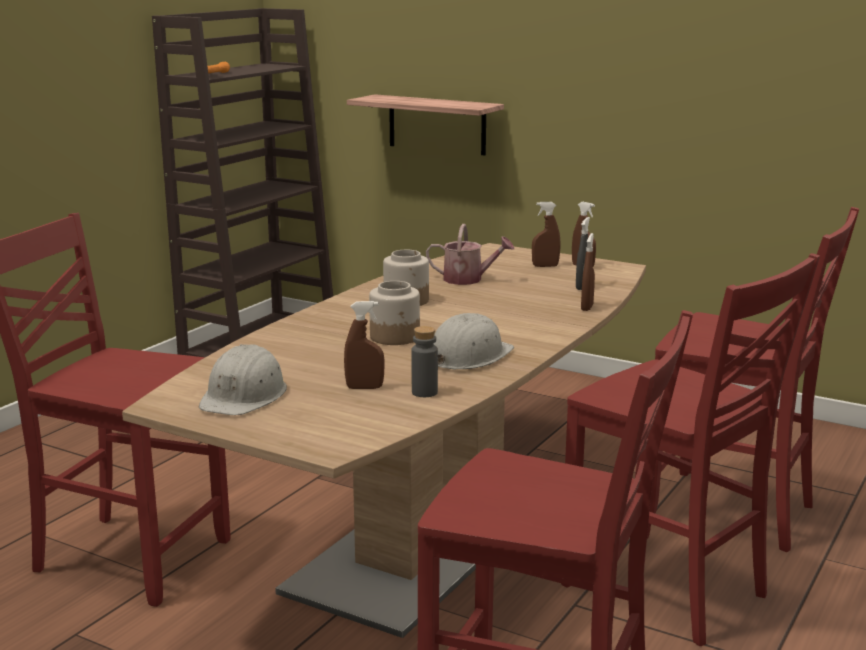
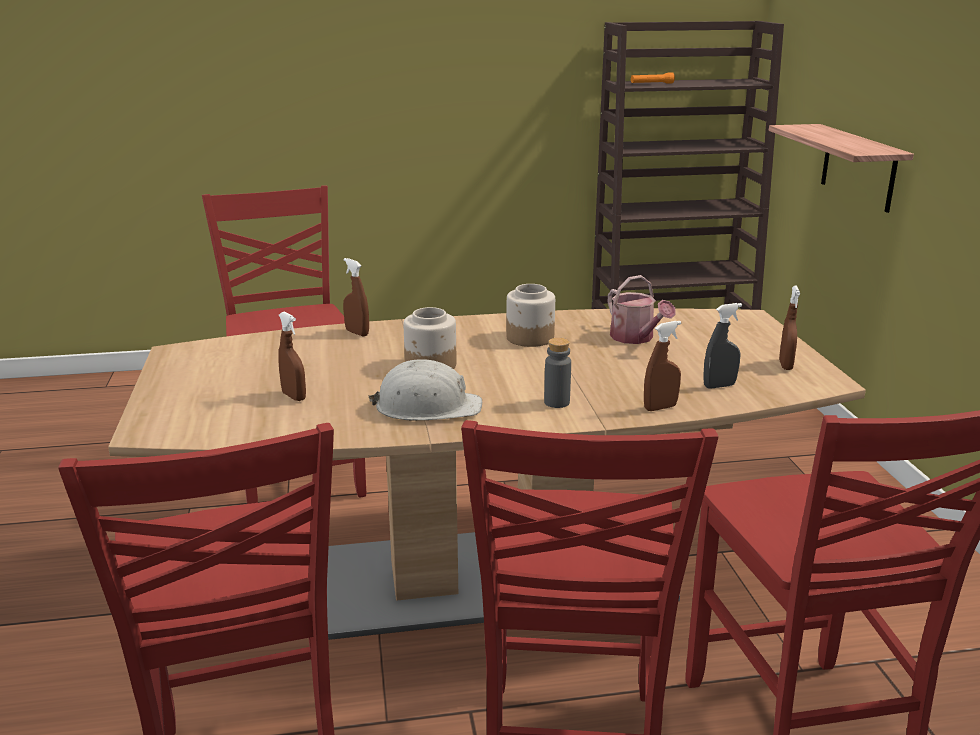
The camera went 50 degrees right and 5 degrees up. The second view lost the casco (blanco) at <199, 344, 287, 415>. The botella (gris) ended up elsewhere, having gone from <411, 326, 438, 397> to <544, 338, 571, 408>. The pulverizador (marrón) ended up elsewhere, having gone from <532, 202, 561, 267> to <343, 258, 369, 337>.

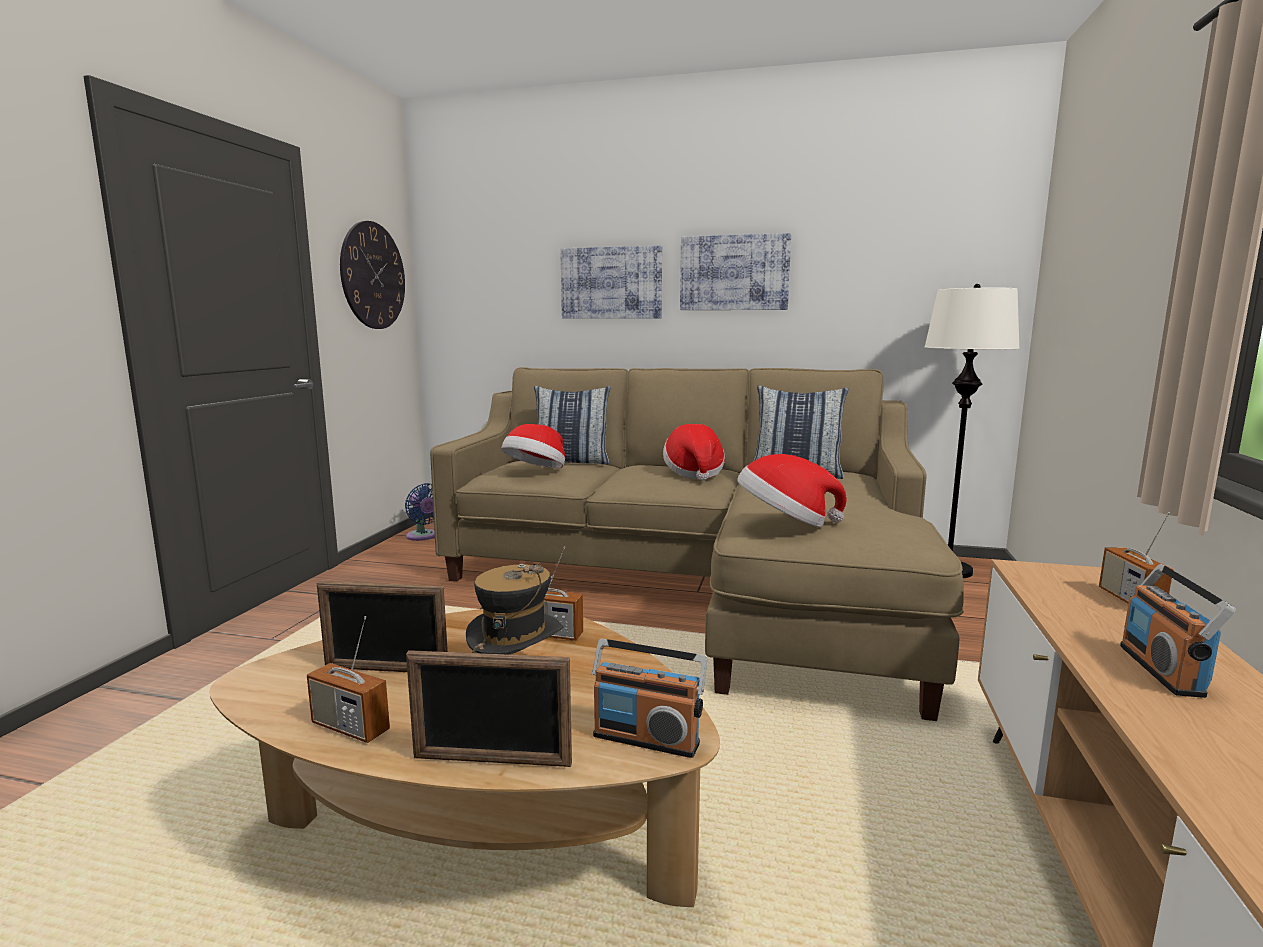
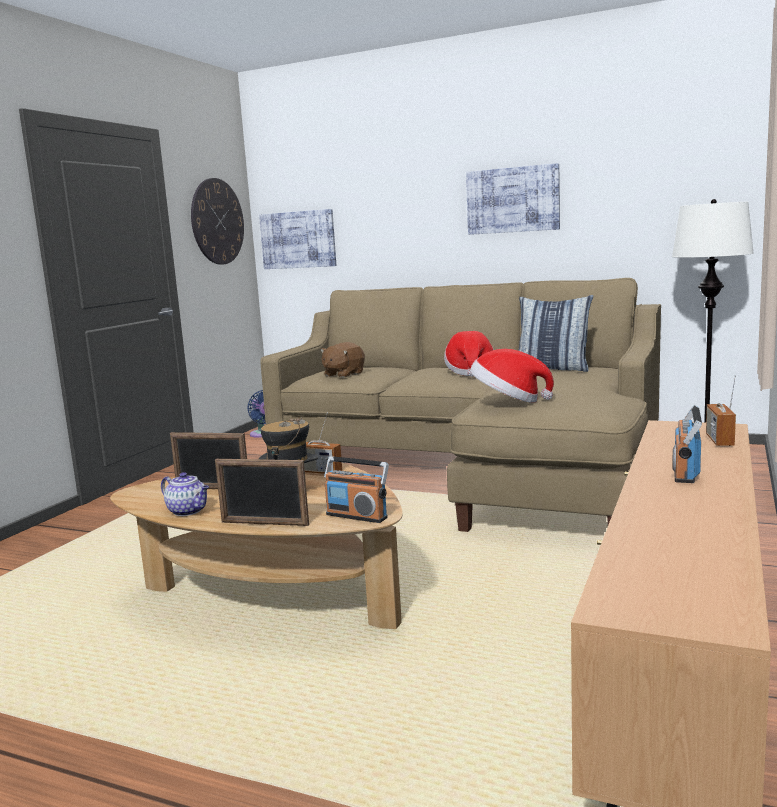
The camera went 10 degrees right and 0 degrees up. The second view lost the cojín at <534, 386, 611, 465>. The cuadro ended up elsewhere, having gone from <560, 246, 662, 319> to <259, 209, 336, 269>. Where the radio stood at <307, 616, 390, 743>, the tetera came to stand at <161, 472, 209, 516>. Where the sombrero stood at <501, 424, 565, 468>, the peluche (marrón) came to stand at <320, 342, 365, 378>.

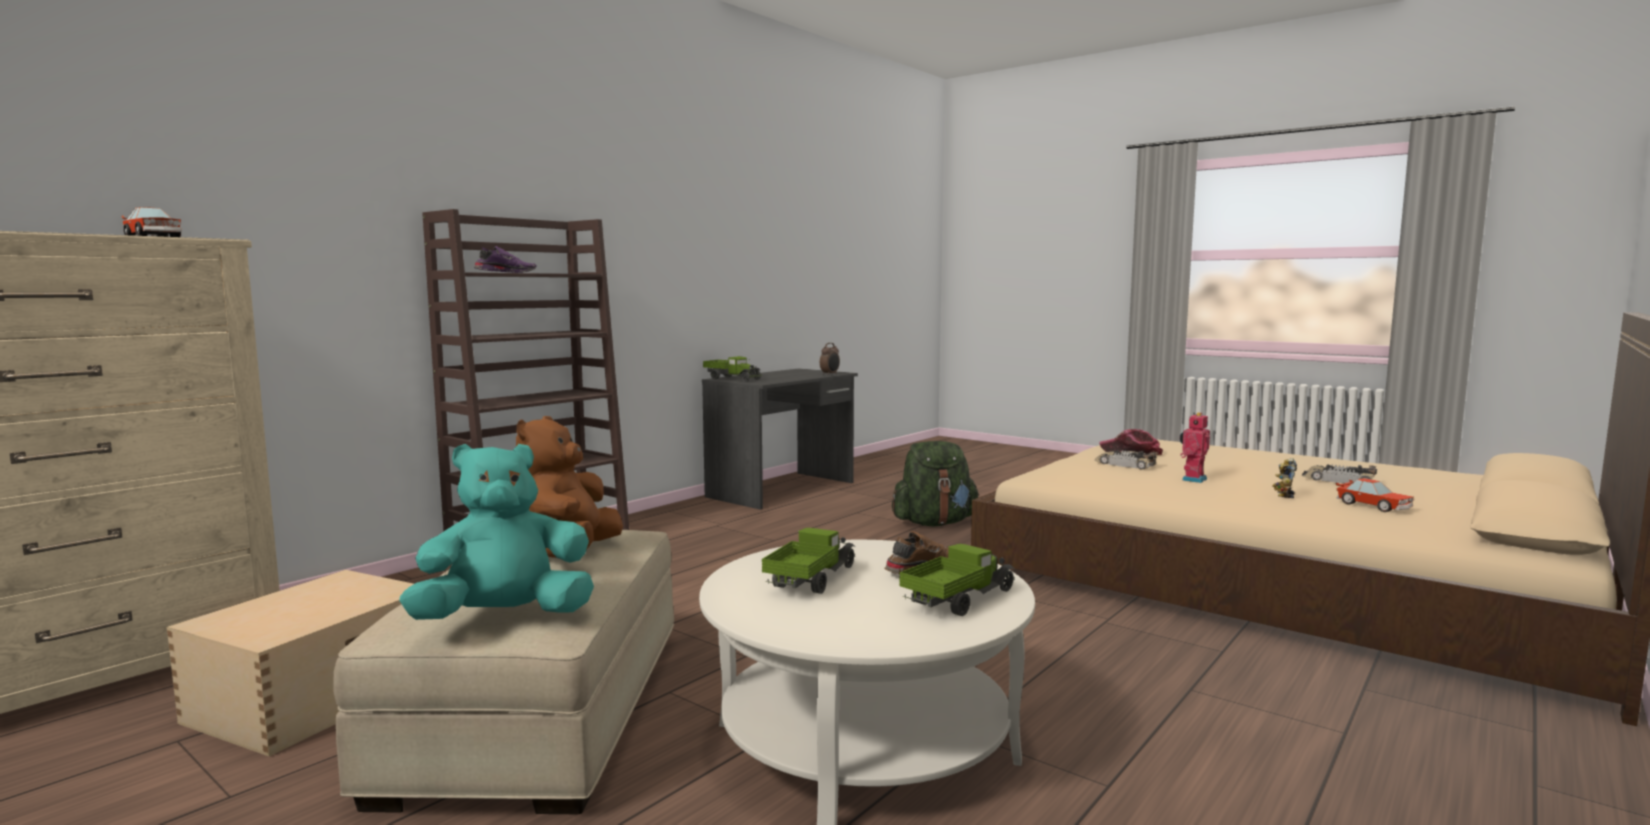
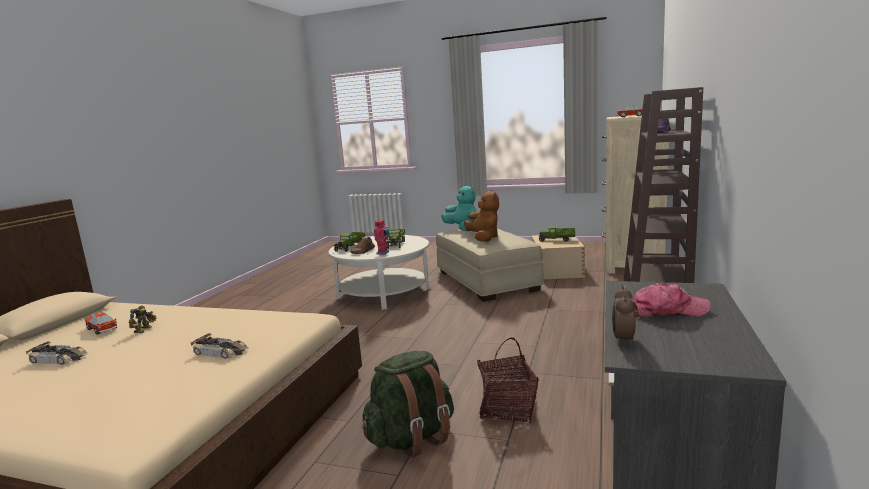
The camera went 160 degrees right and 5 degrees up. The second view gained the cesta at <477, 337, 539, 424>. The camión de juguete ended up elsewhere, having gone from <703, 356, 761, 381> to <539, 226, 575, 242>. The gorra ended up elsewhere, having gone from <1099, 429, 1163, 455> to <632, 283, 711, 317>. The robot de juguete ended up elsewhere, having gone from <1180, 413, 1210, 483> to <374, 219, 390, 255>. The peluche (turquesa) at <400, 444, 594, 620> ended up facing another way, 75 degrees counterclockwise from before.

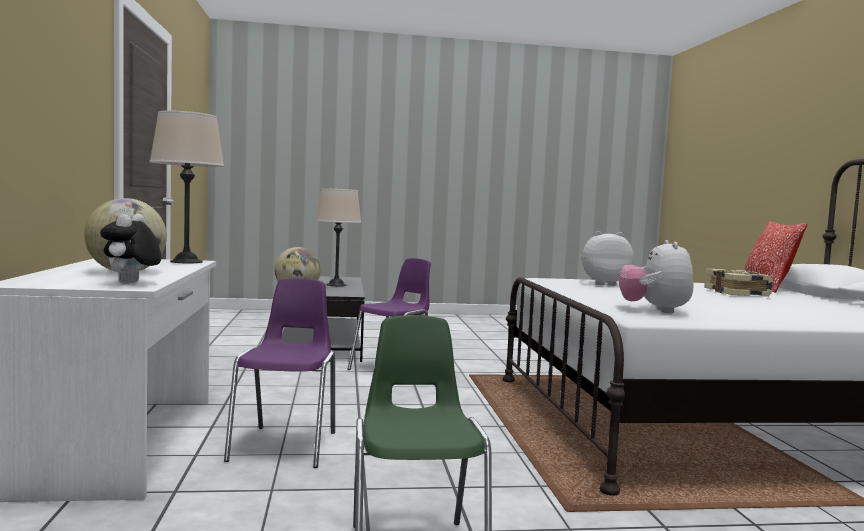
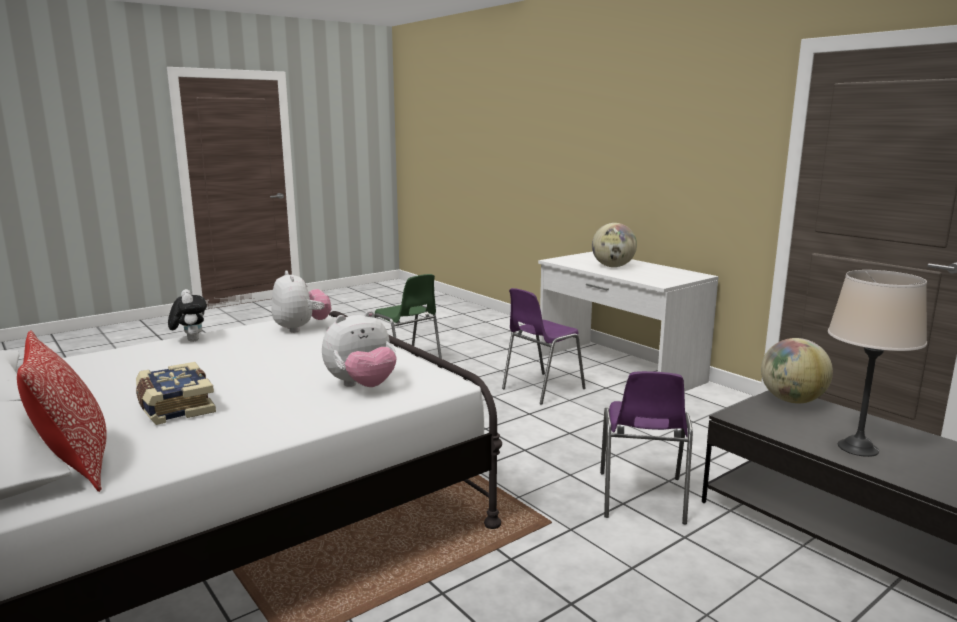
The camera went 150 degrees right and 10 degrees up. The second view lost the lámpara de mesa (beis) at <150, 110, 224, 263>. The peluche ended up elsewhere, having gone from <100, 214, 162, 284> to <168, 289, 207, 342>. The silla (morado) at <224, 278, 335, 468> ended up facing another way, 75 degrees clockwise from before.

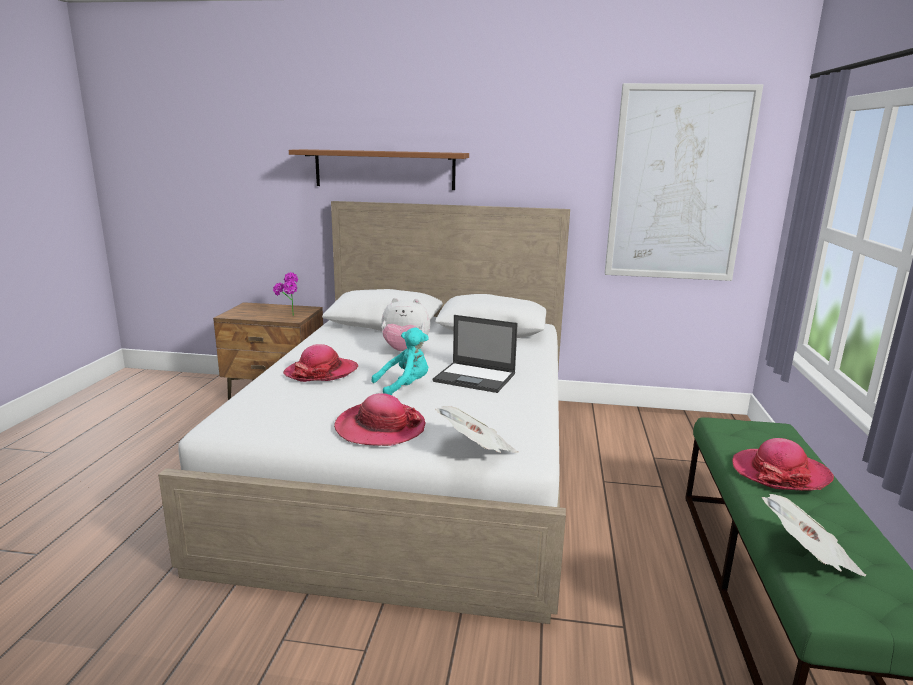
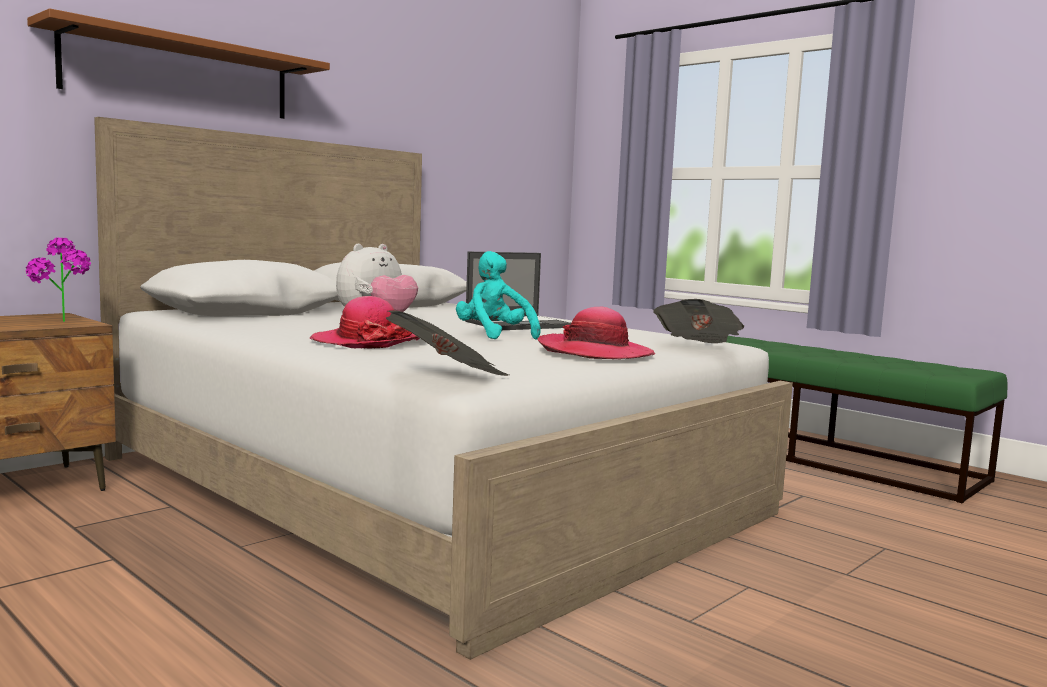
The camera went 55 degrees left and 10 degrees down. The second view lost the cuadro at <605, 83, 763, 281>. The second view lost the sombrero at <732, 438, 834, 491>. The periódico ended up elsewhere, having gone from <762, 494, 866, 576> to <386, 310, 509, 376>. The peluche (turquesa) at <371, 327, 429, 395> ended up facing another way, 45 degrees counterclockwise from before.

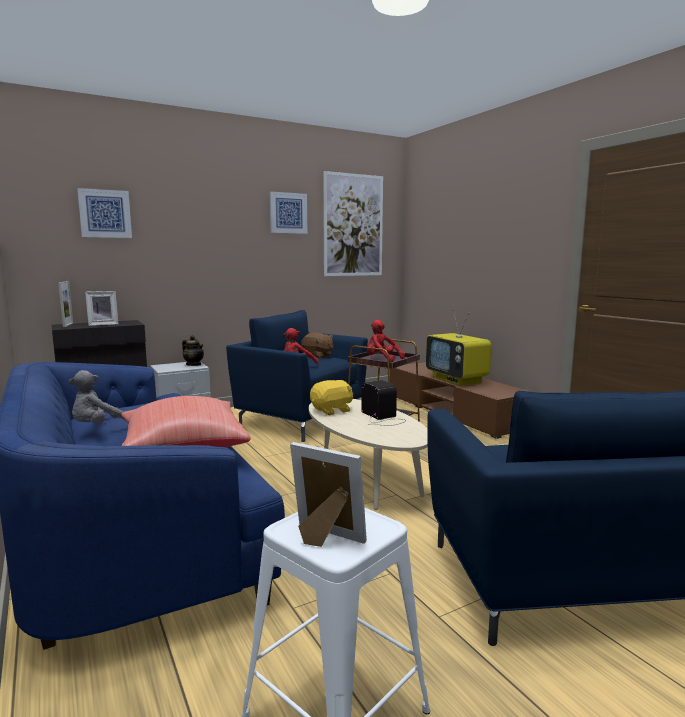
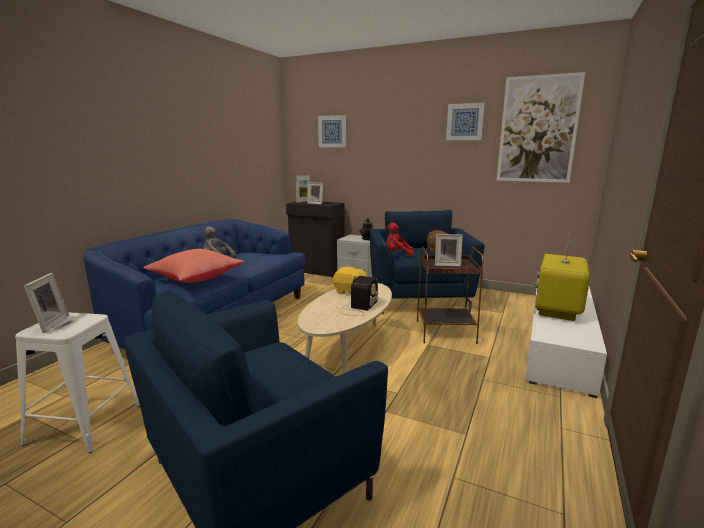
The camera went 55 degrees right and 5 degrees up. Where the peluche (rojo) stood at <367, 320, 405, 362>, the portarretratos came to stand at <435, 234, 463, 266>. What was the mueble de televisión (marrón) at <390, 362, 532, 439> turned into the mueble de televisión (blanco) at <525, 279, 607, 398>.

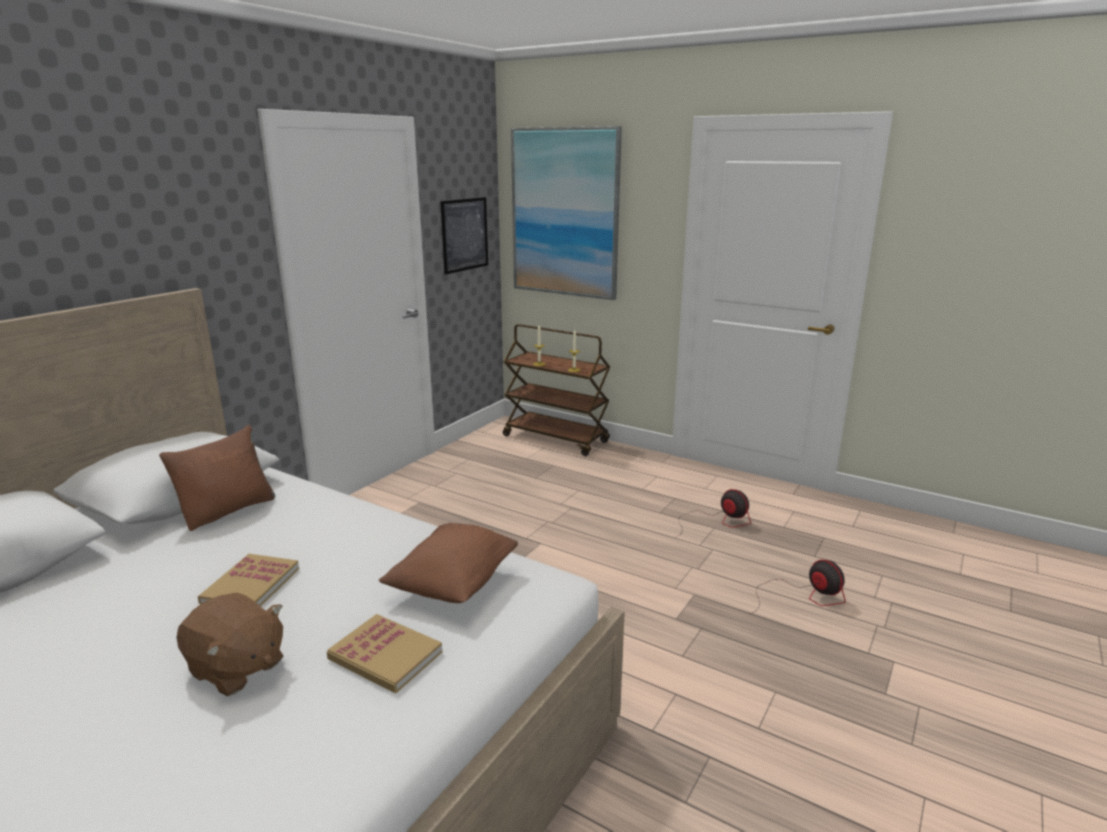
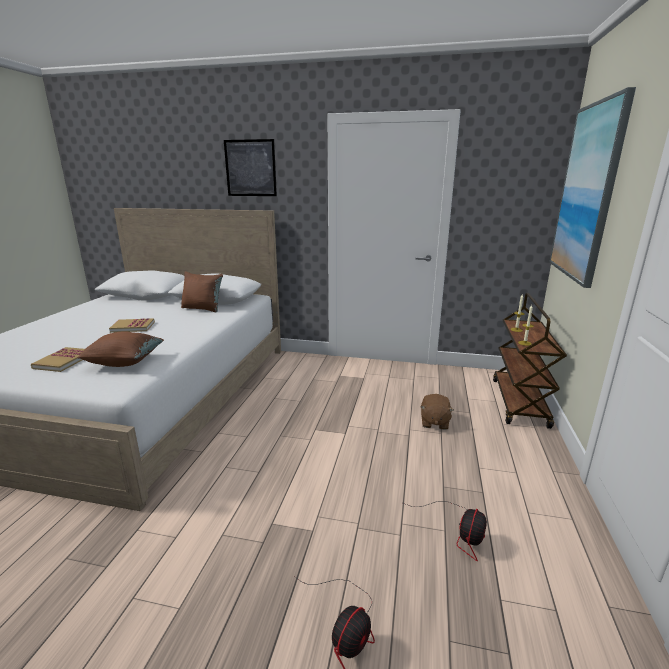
The camera went 70 degrees right and 0 degrees up. The peluche (marrón) ended up elsewhere, having gone from <177, 592, 283, 696> to <420, 394, 454, 430>. The cuadro ended up elsewhere, having gone from <440, 197, 488, 274> to <224, 139, 277, 196>.

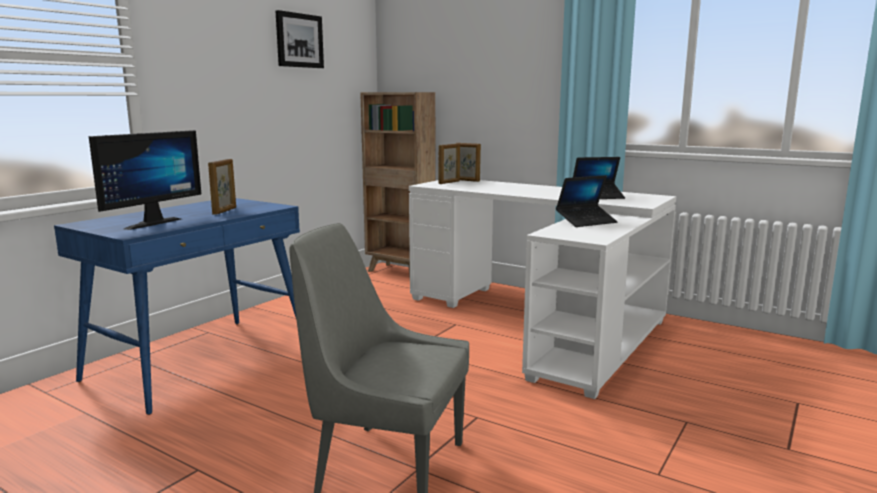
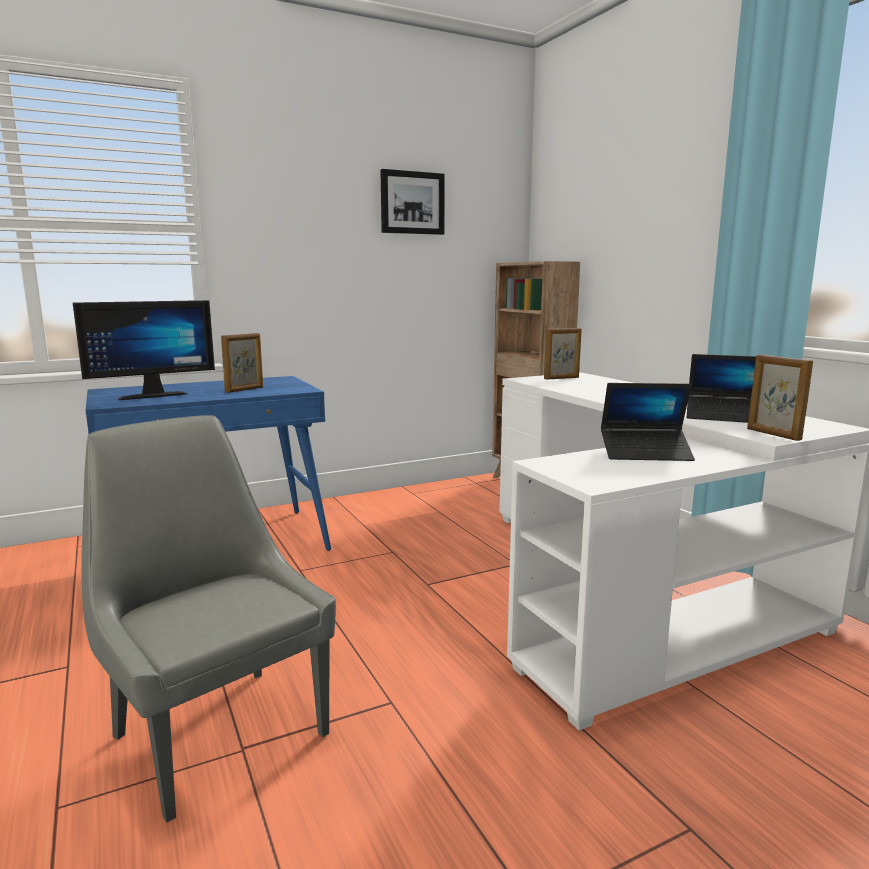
The camera went 30 degrees right and 0 degrees up. The portarretratos ended up elsewhere, having gone from <456, 143, 481, 182> to <747, 354, 813, 441>.

